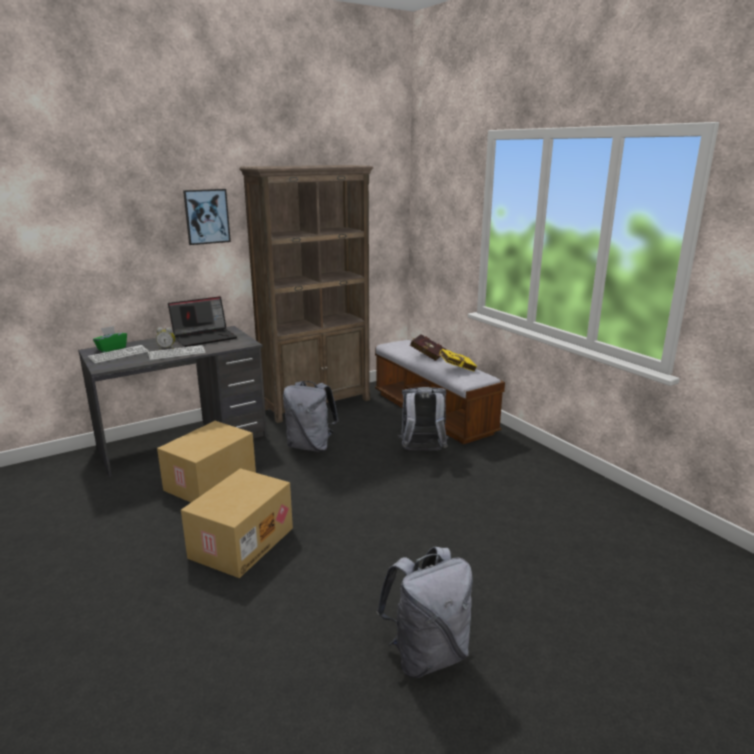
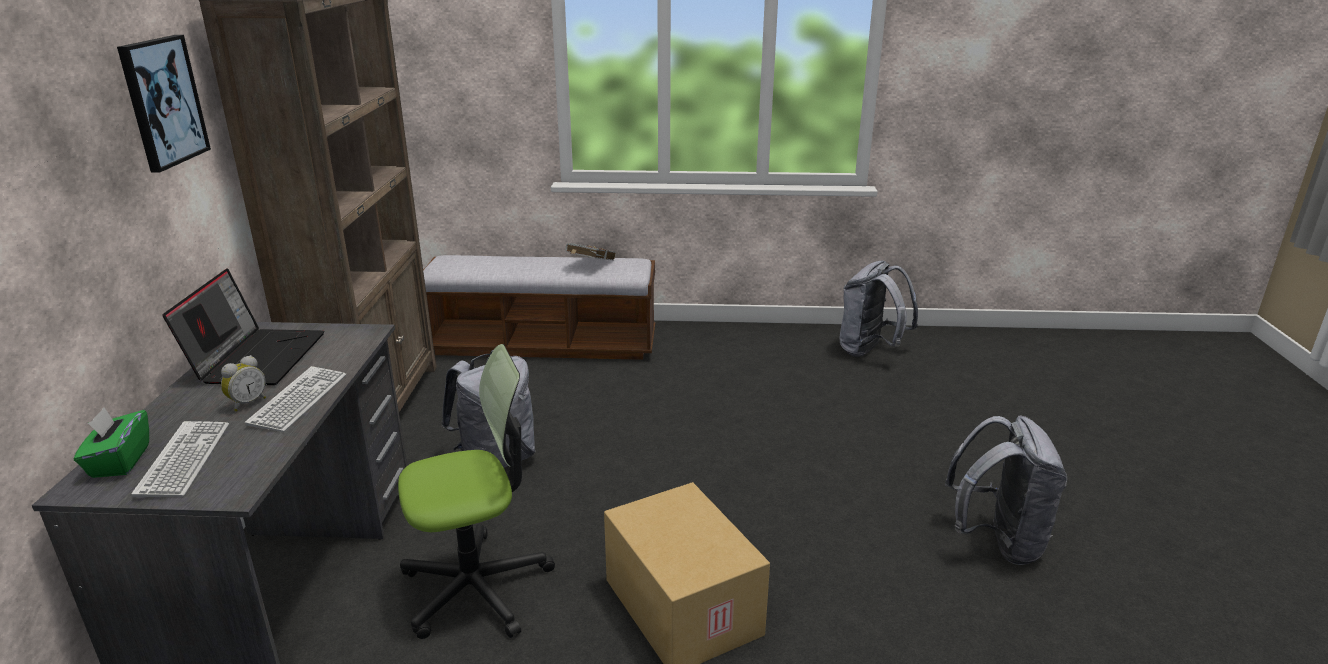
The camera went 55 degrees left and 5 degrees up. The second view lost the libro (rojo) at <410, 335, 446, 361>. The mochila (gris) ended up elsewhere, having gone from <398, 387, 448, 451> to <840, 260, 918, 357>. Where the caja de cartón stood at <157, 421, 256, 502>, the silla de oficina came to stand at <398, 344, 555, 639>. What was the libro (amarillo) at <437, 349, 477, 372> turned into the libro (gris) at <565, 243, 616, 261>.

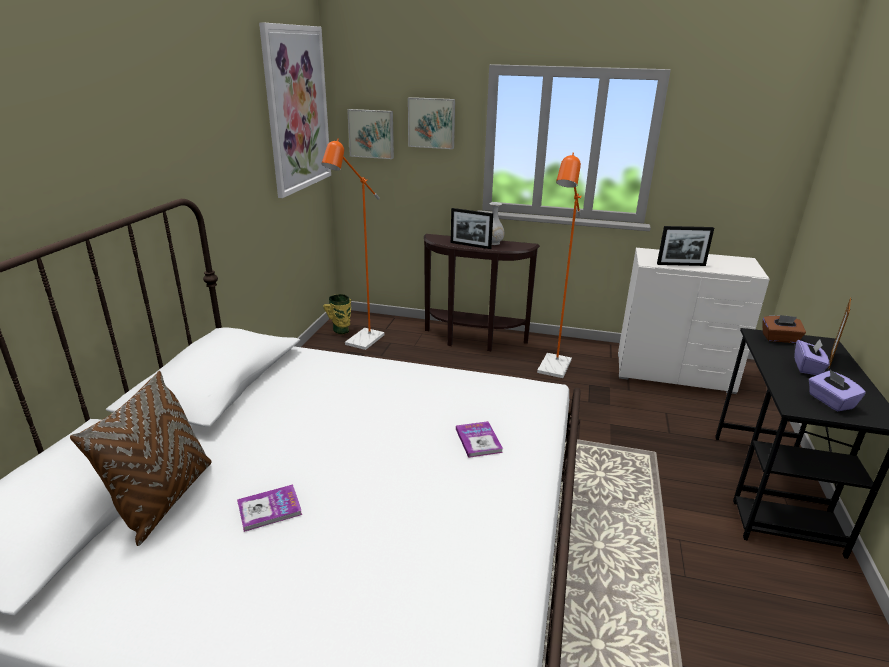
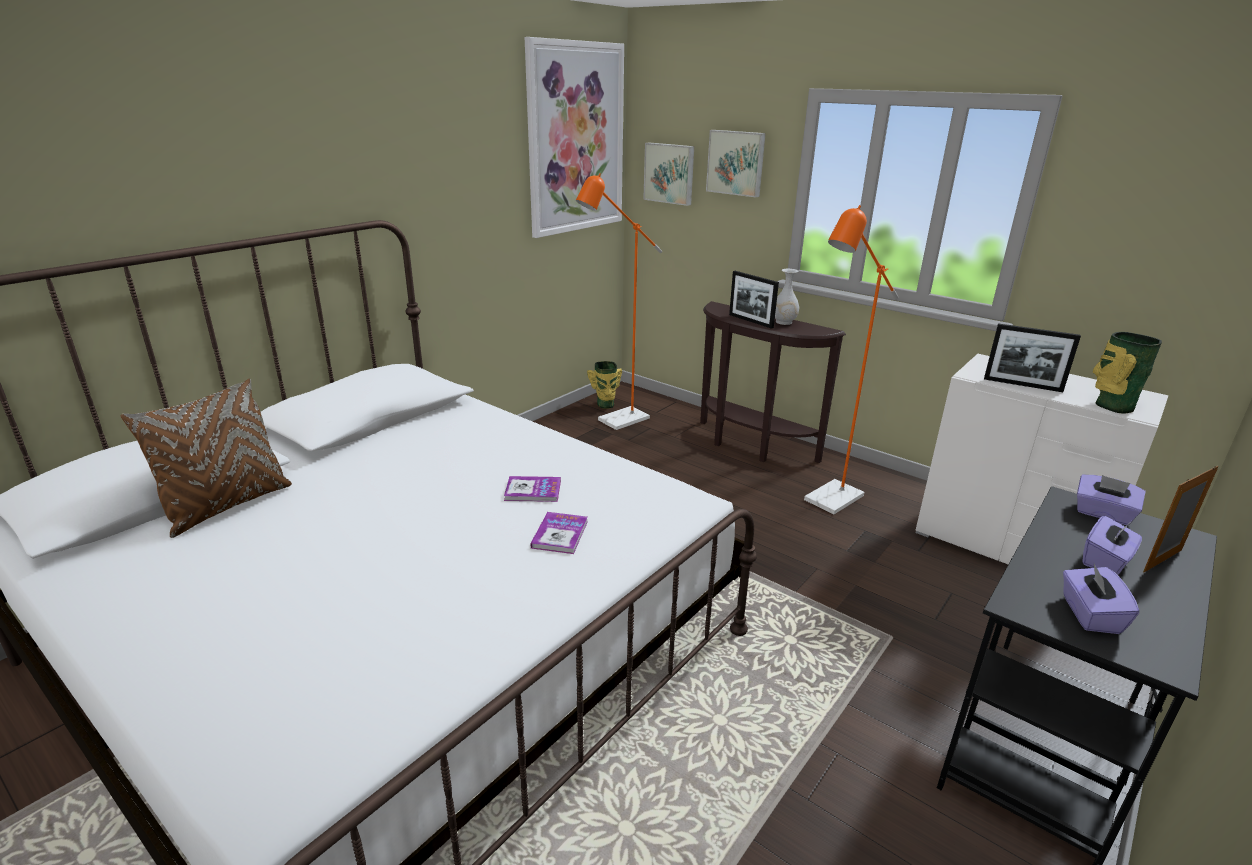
The camera went 25 degrees right and 0 degrees up. The second view gained the florero at <1093, 332, 1162, 413>. The libro ended up elsewhere, having gone from <237, 484, 302, 532> to <504, 476, 561, 502>. What was the caja de pañuelos (marrón) at <763, 315, 806, 343> turned into the caja de pañuelos (morado) at <1077, 475, 1146, 525>.

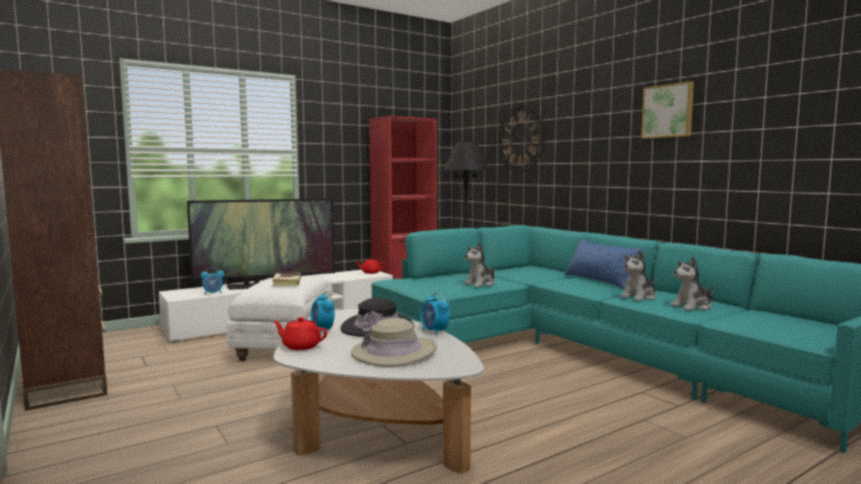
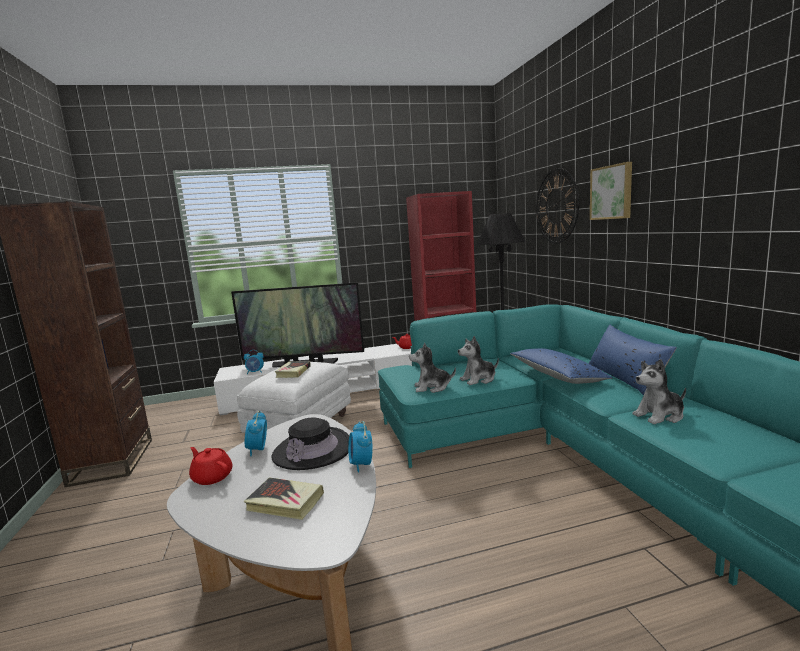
The camera went 20 degrees right and 5 degrees up. The second view gained the cojín (azul) at <510, 348, 613, 384>. The cuadro ended up elsewhere, having gone from <641, 81, 694, 138> to <590, 162, 632, 220>. The peluche ended up elsewhere, having gone from <670, 257, 714, 310> to <409, 343, 456, 393>. Where the sombrero (beis) stood at <351, 318, 437, 367>, the libro came to stand at <244, 477, 324, 520>.

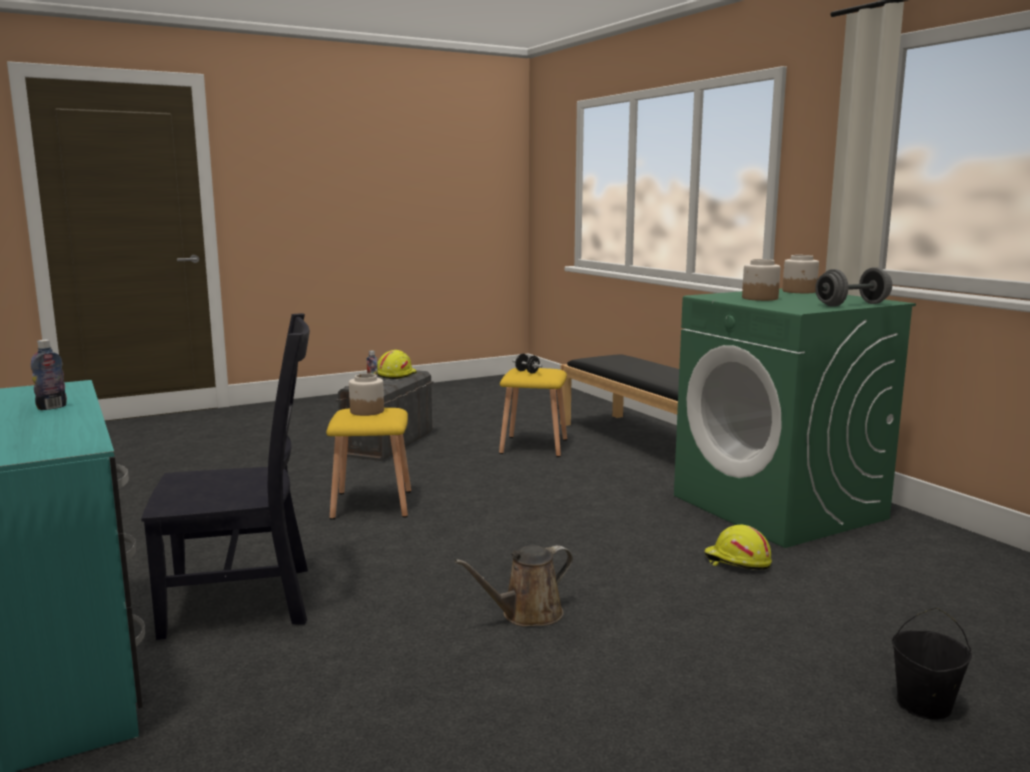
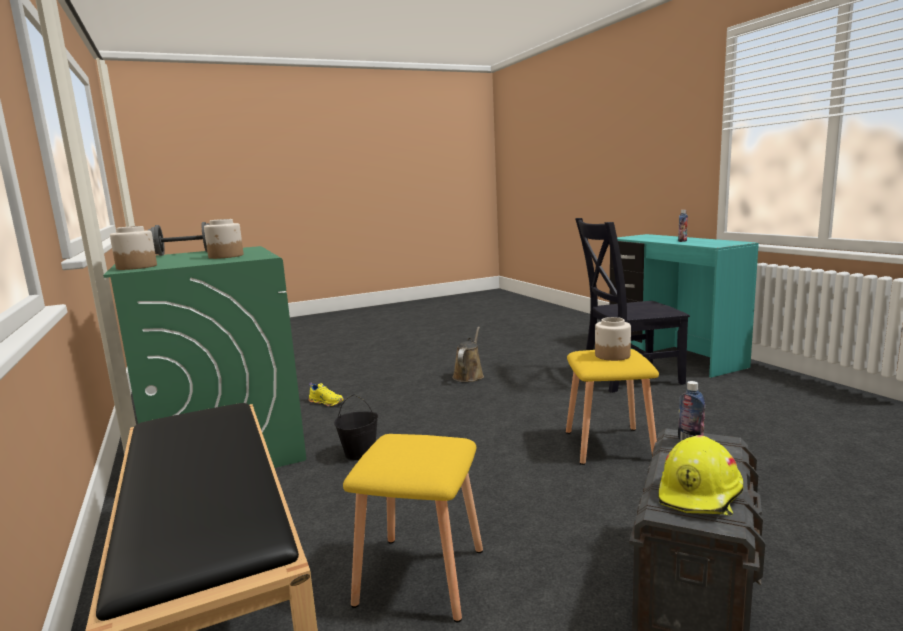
The camera went 175 degrees left and 0 degrees up. The second view lost the mancuerna (negro) at <513, 354, 542, 374>. The cubo (negro) ended up elsewhere, having gone from <892, 608, 972, 720> to <334, 394, 378, 461>. Where the casco (amarillo) stood at <704, 525, 772, 570>, the zapato (amarillo) came to stand at <308, 383, 344, 406>. The regadera (marrón) at <455, 545, 573, 626> ended up facing another way, 45 degrees counterclockwise from before.

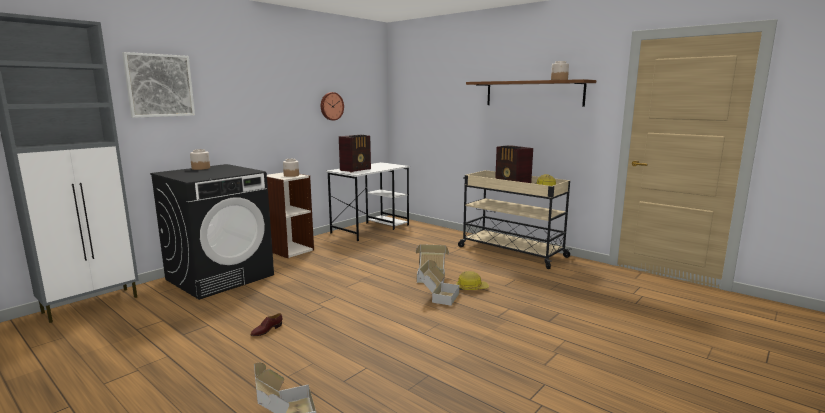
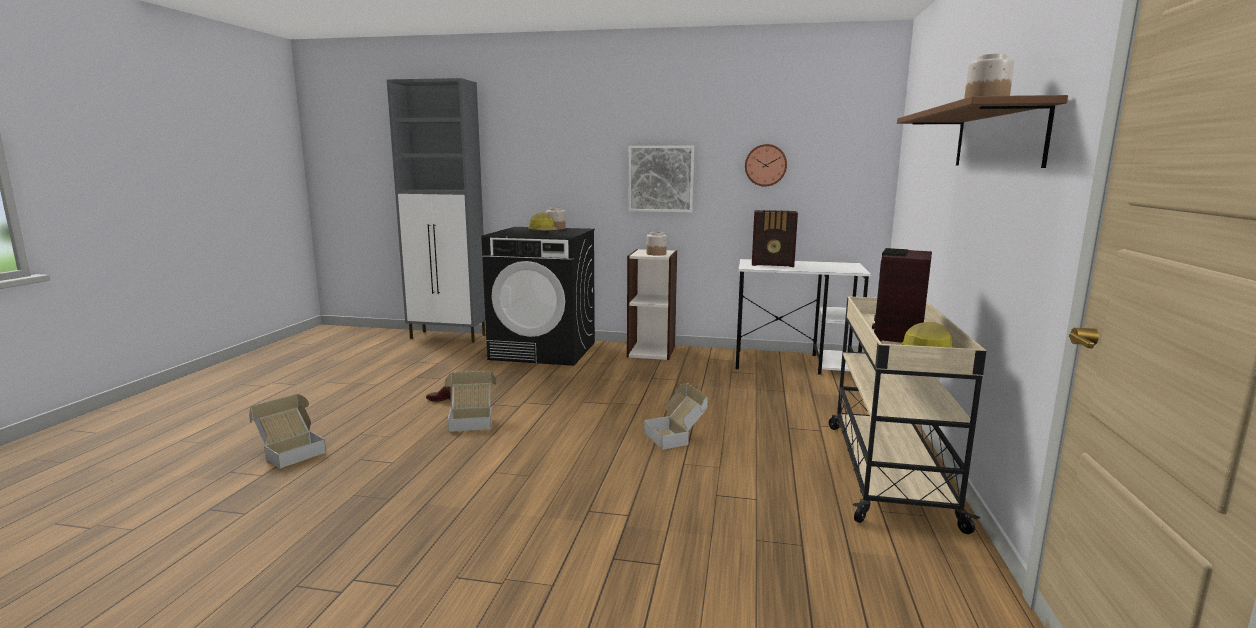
The camera went 60 degrees right and 0 degrees up. The cuadro ended up elsewhere, having gone from <122, 52, 195, 118> to <628, 146, 694, 213>. The caja de cartón ended up elsewhere, having gone from <419, 260, 459, 306> to <445, 371, 497, 432>. The casco ended up elsewhere, having gone from <456, 271, 489, 290> to <528, 212, 557, 231>.

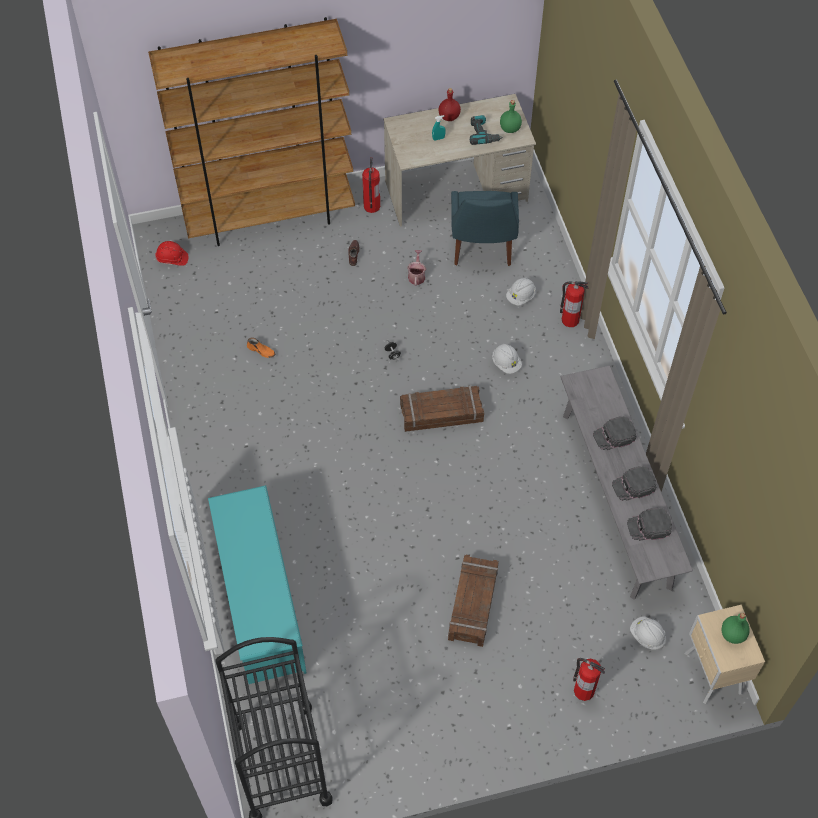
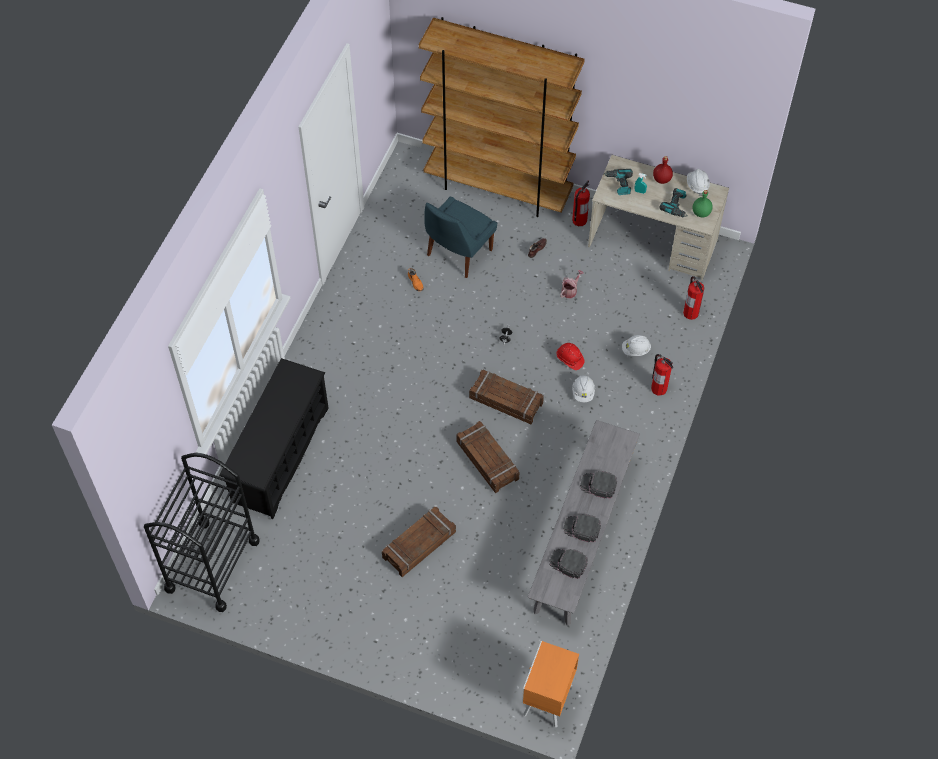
The camera went 35 degrees right and 0 degrees up. The second view lost the botella (verde) at <722, 613, 750, 644>. The second view gained the caja de embalaje at <456, 421, 519, 493>. The second view gained the taladro at <604, 169, 633, 195>. The casco (rojo) ended up elsewhere, having gone from <156, 241, 189, 266> to <557, 343, 585, 370>. The silla (azul) ended up elsewhere, having gone from <451, 191, 519, 266> to <424, 197, 497, 278>. The extintor ended up elsewhere, having gone from <573, 658, 605, 701> to <683, 276, 704, 320>. The casco (blanco) ended up elsewhere, having gone from <630, 617, 666, 649> to <687, 168, 710, 196>. What was the zapatero (turquesa) at <208, 485, 307, 684> turned into the zapatero (negro) at <219, 358, 329, 519>. What was the mesita de noche (beis) at <684, 605, 765, 704> turned into the mesita de noche (naranja) at <522, 641, 579, 728>.

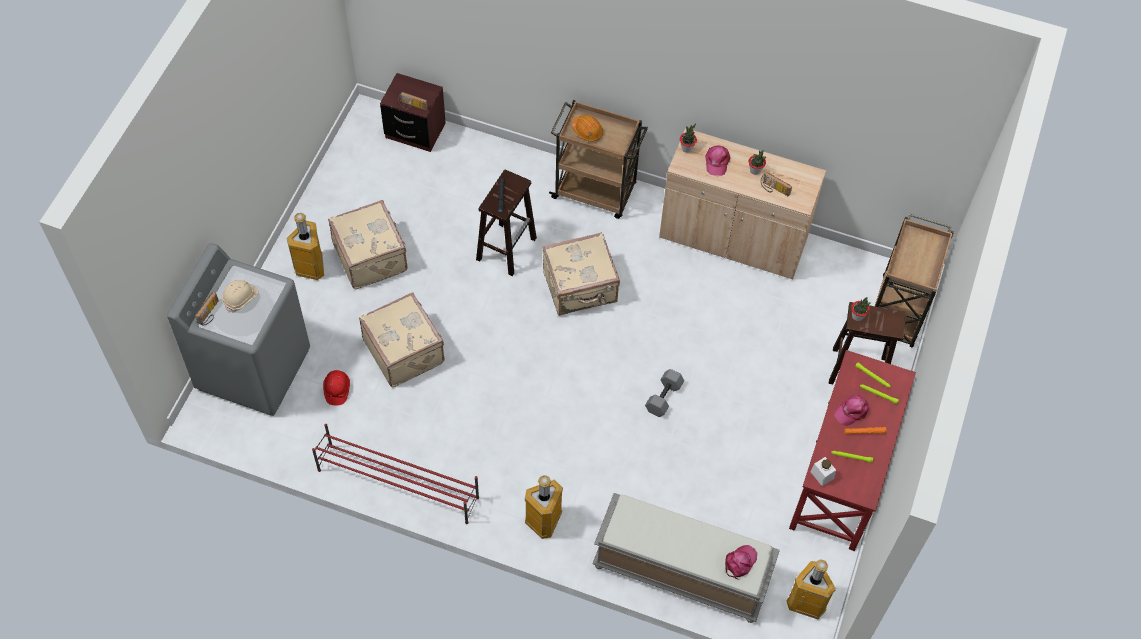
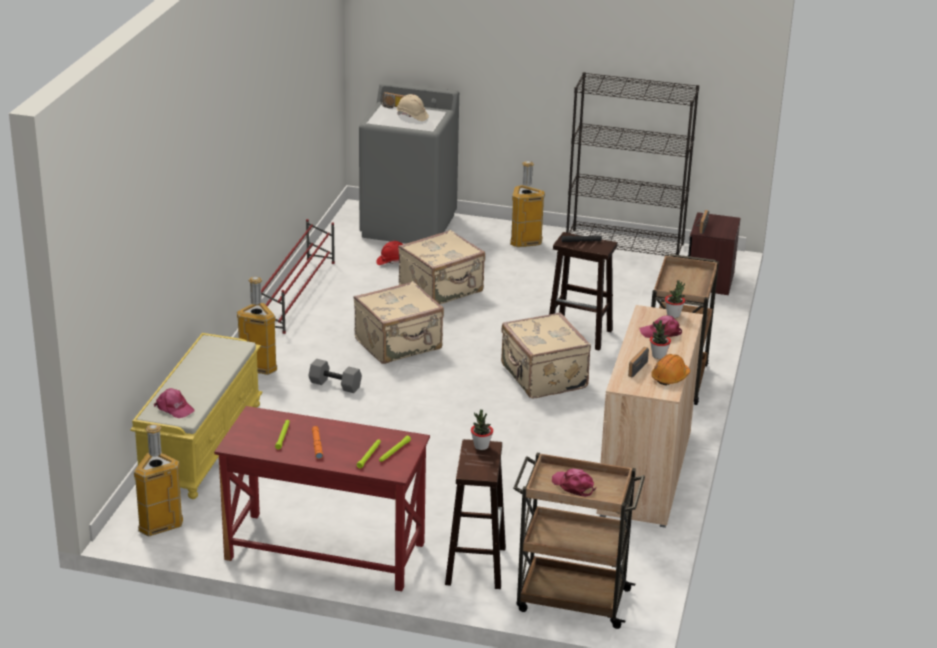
The camera went 85 degrees right and 30 degrees down. The second view lost the tarro (blanco) at <810, 457, 836, 486>. The second view gained the estantería (negro) at <566, 72, 699, 256>. The maleta (beis) ended up elsewhere, having gone from <328, 200, 408, 289> to <354, 281, 444, 364>. The casco (naranja) ended up elsewhere, having gone from <571, 115, 603, 142> to <651, 354, 690, 385>. The mancuerna (gris) ended up elsewhere, having gone from <645, 369, 684, 417> to <308, 359, 362, 393>. The gorra (rosa) ended up elsewhere, having gone from <834, 395, 869, 426> to <552, 469, 596, 497>. What was the banco (gris) at <592, 493, 780, 623> turned into the banco (amarillo) at <130, 333, 263, 499>.

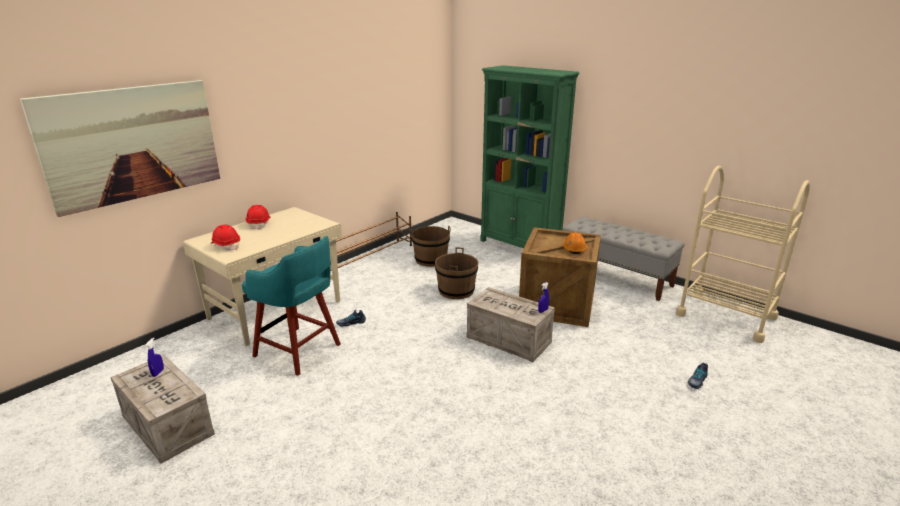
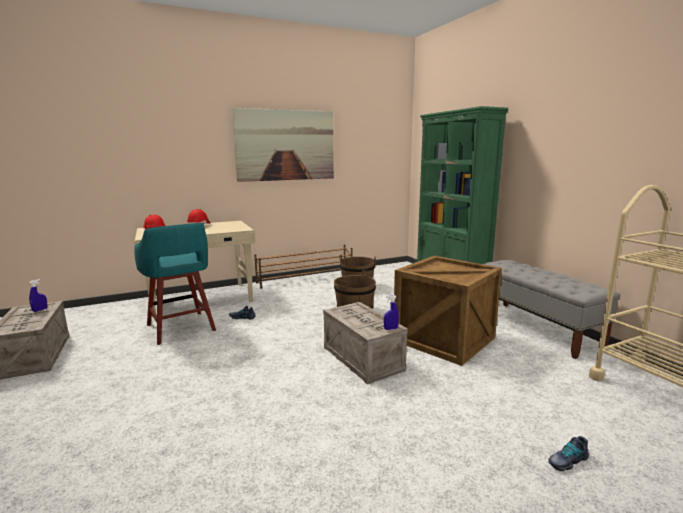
The camera went 25 degrees right and 10 degrees down. The second view lost the casco (naranja) at <563, 232, 587, 254>. The cuadro ended up elsewhere, having gone from <20, 80, 220, 217> to <232, 108, 334, 182>.

